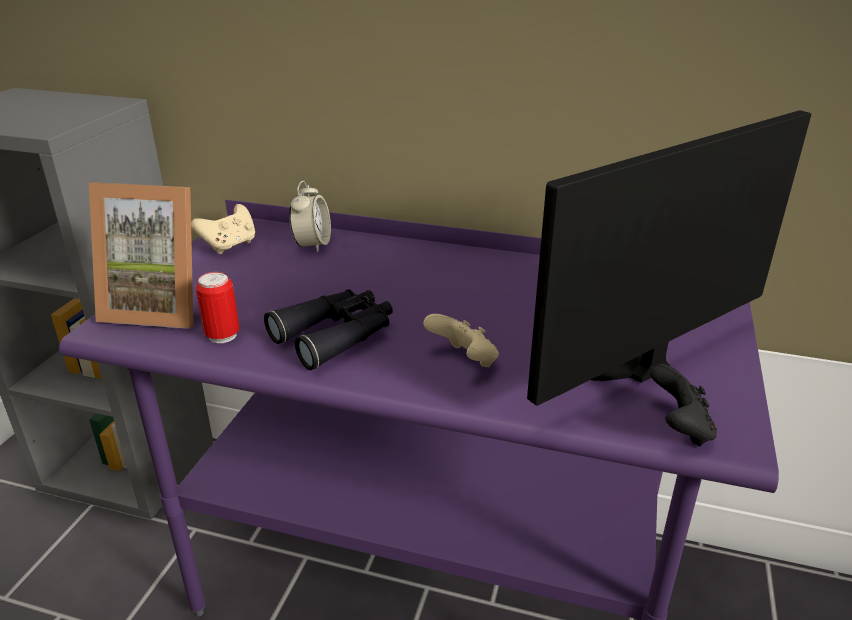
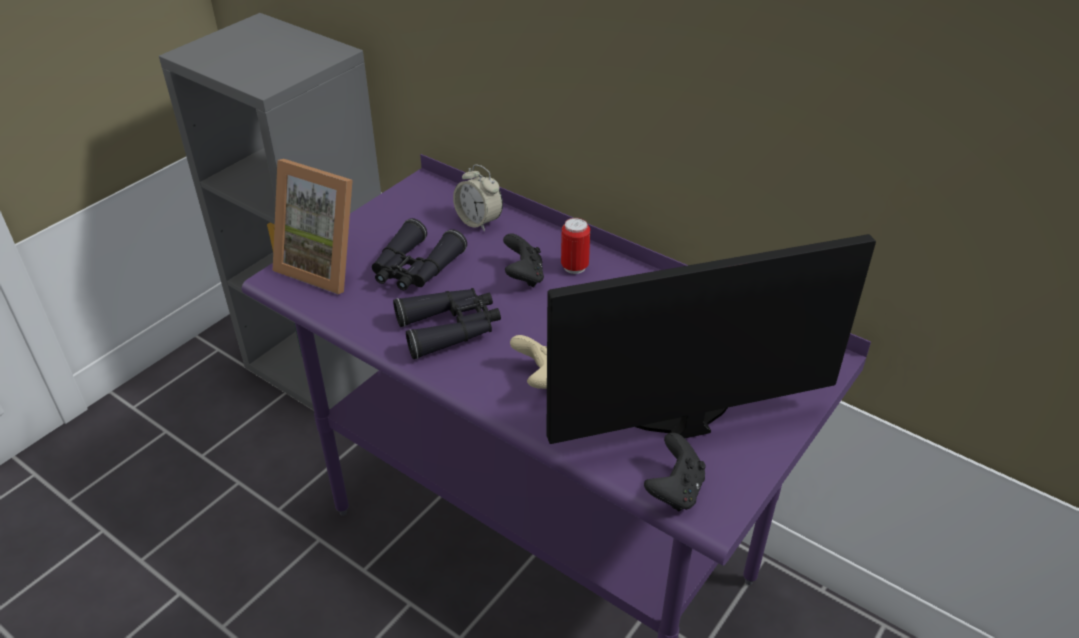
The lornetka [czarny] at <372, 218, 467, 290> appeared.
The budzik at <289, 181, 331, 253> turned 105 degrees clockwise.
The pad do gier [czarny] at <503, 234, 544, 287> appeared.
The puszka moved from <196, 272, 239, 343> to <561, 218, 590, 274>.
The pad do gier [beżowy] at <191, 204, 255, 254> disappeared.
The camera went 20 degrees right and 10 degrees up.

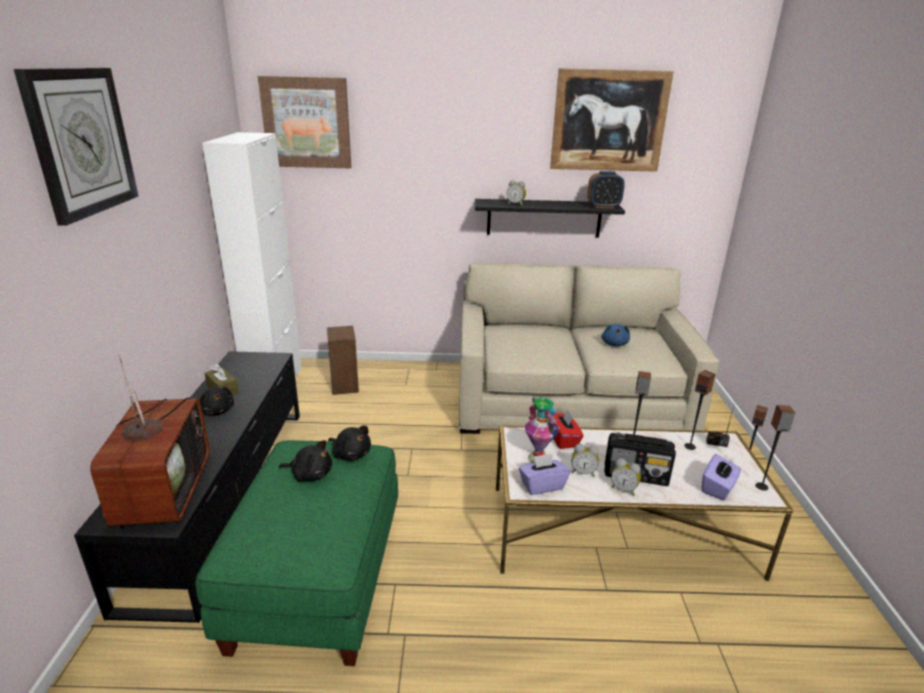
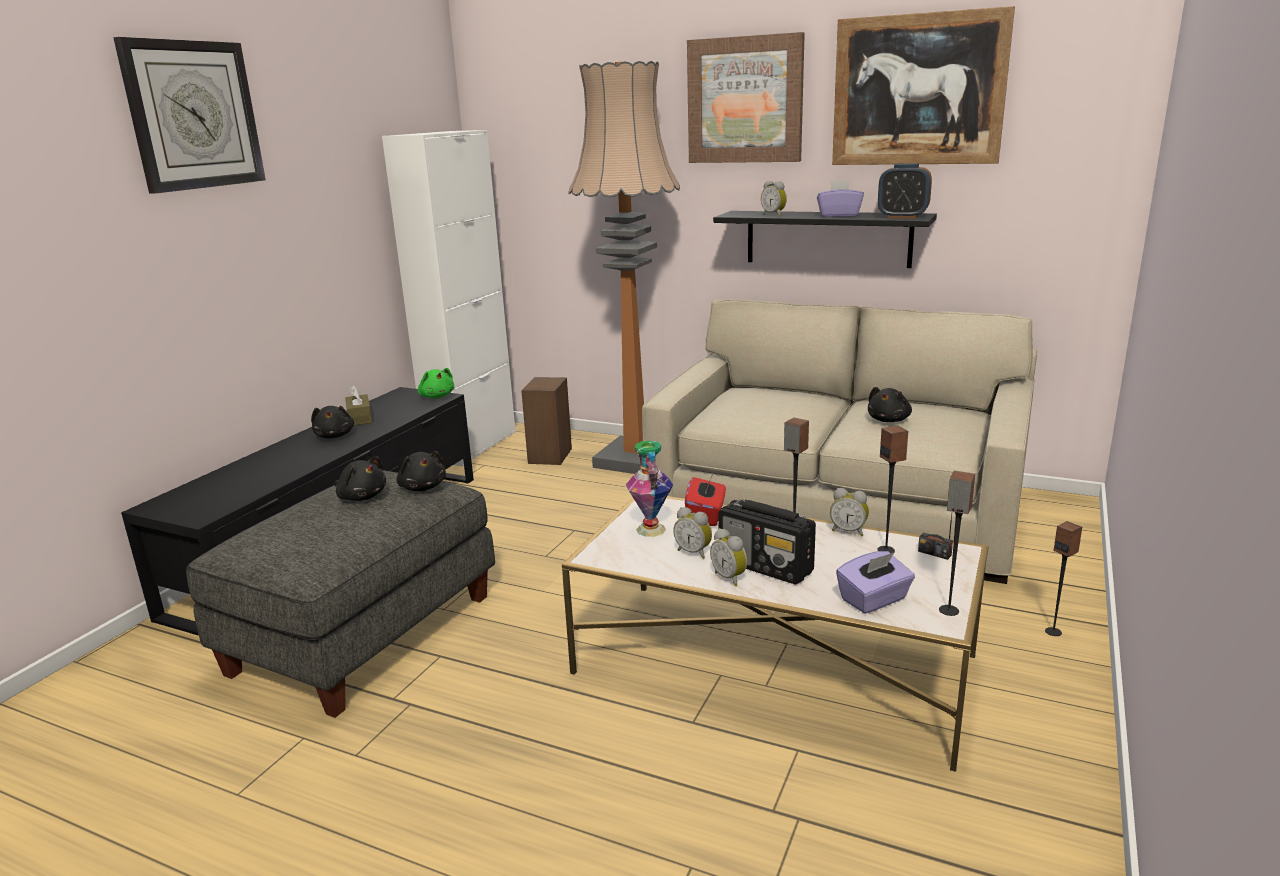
The pufa [zielony] at <196, 440, 398, 666> became the pufa [szary] at <186, 470, 495, 718>.
The pluszak [zielony] at <418, 368, 454, 399> appeared.
The lampa stojąca at <569, 61, 680, 474> appeared.
The obraz moved from <258, 76, 351, 168> to <687, 32, 805, 163>.
The pudełko chusteczek [fioletowy] moved from <519, 453, 570, 495> to <817, 180, 864, 217>.
The budzik at <830, 488, 869, 536> appeared.
The pluszak [niebieski] at <601, 324, 630, 346> became the pluszak [czarny] at <868, 387, 912, 422>.
The telewizor at <90, 353, 210, 529> disappeared.
The camera went 25 degrees right and 5 degrees down.

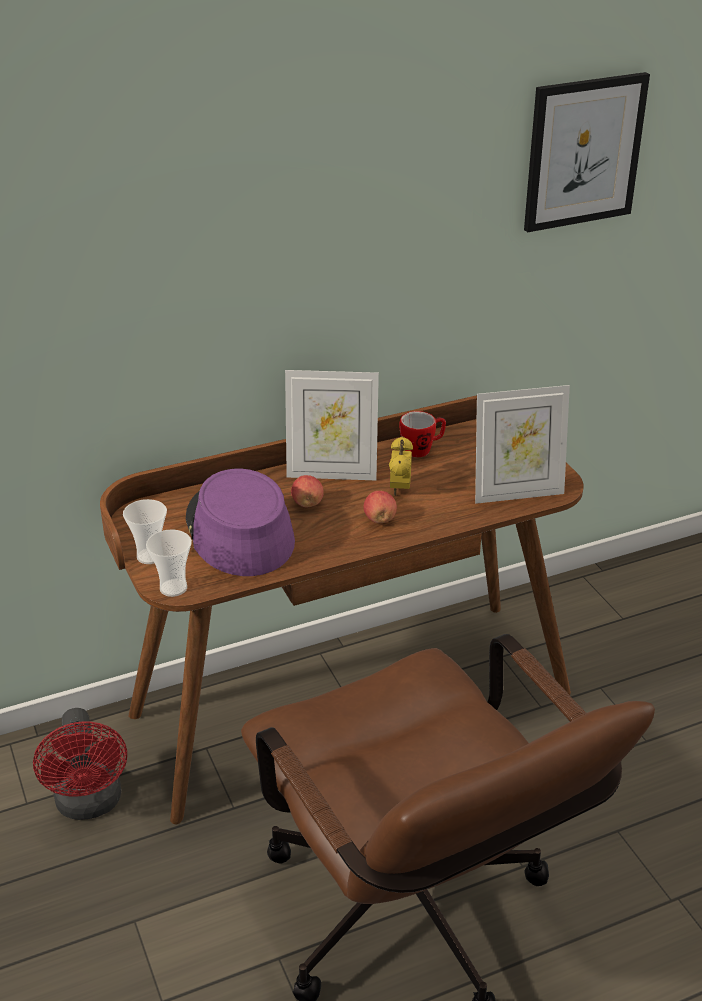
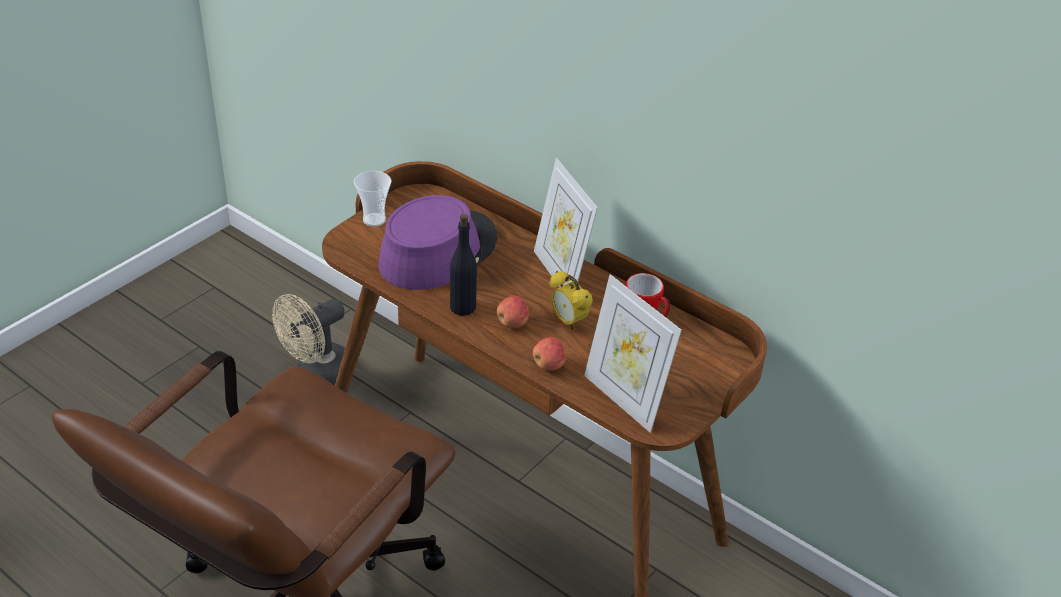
The wentylator [czerwony] at <33, 708, 127, 820> became the wentylator [beżowy] at <272, 294, 345, 385>.
The butelka [czarny] at <450, 214, 477, 316> appeared.
The jabłko moved from <291, 475, 324, 507> to <533, 337, 566, 371>.
The budzik at <389, 436, 413, 496> turned 105 degrees counterclockwise.
The filiżanka at <146, 530, 192, 597> disappeared.
The obraz at <524, 72, 650, 232> disappeared.
The camera went 60 degrees right and 5 degrees up.

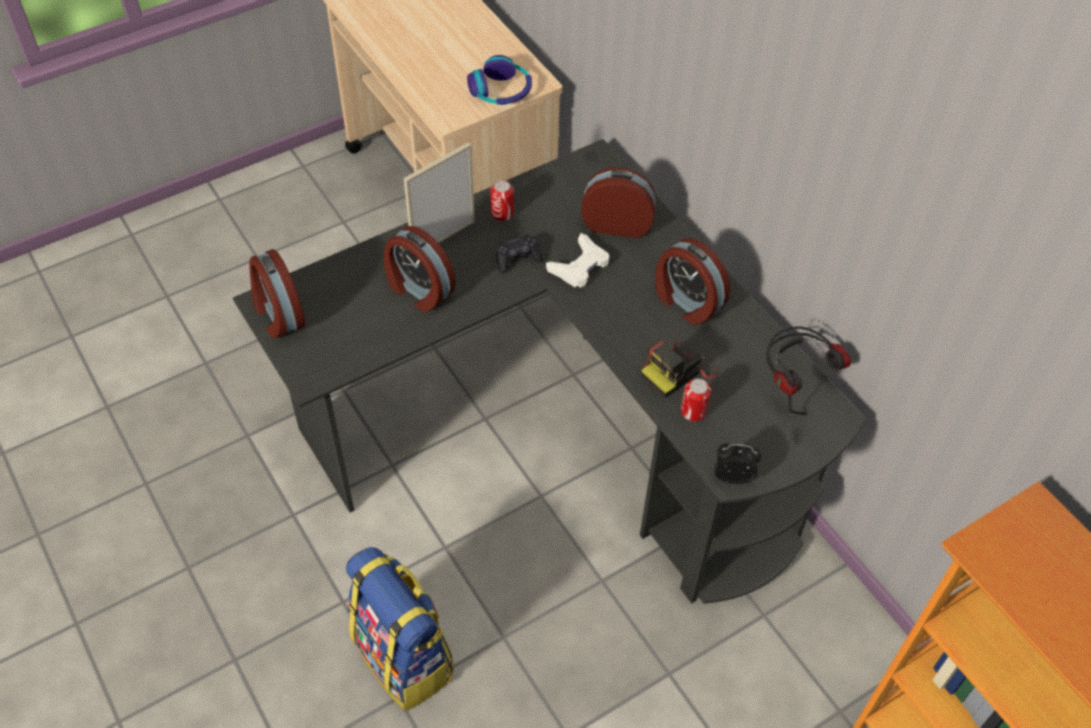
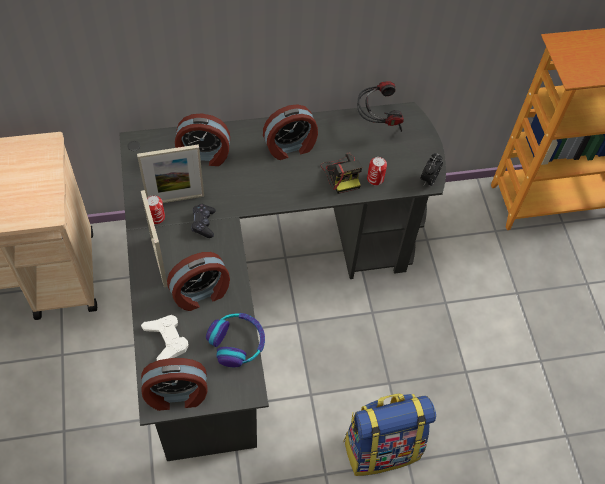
The ramka na zdjęcie at <137, 144, 204, 203> appeared.
The pad do gier [biały] moved from <546, 233, 609, 288> to <141, 315, 188, 361>.
The budzik at <581, 168, 657, 238> turned 120 degrees counterclockwise.
The słuchawki moved from <467, 55, 532, 105> to <206, 313, 265, 367>.
The camera went 70 degrees left and 5 degrees up.

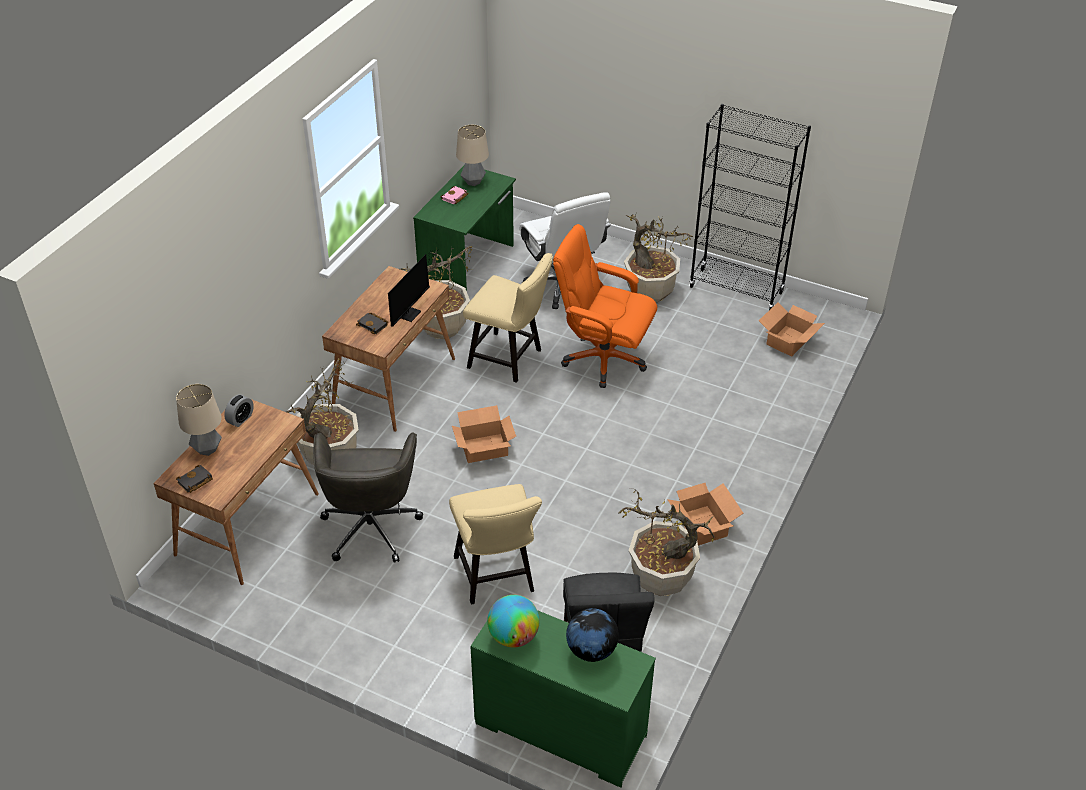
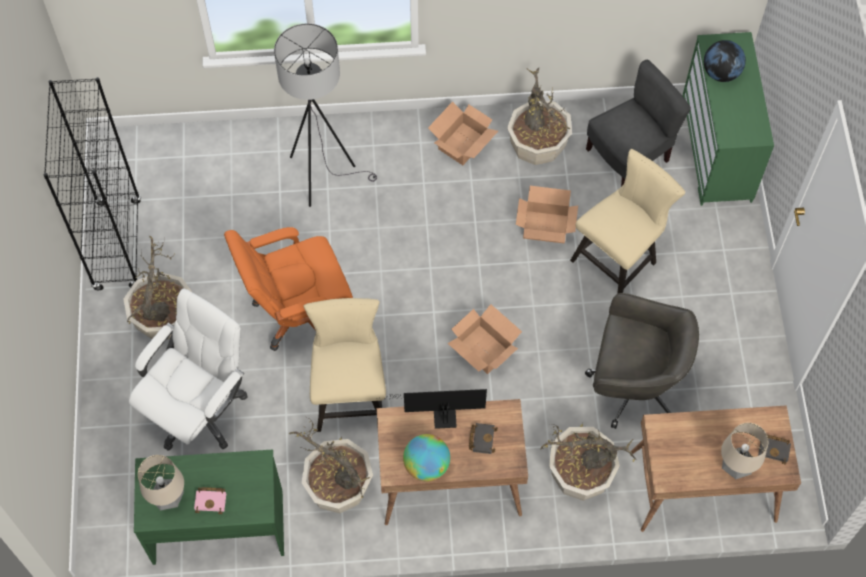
The krzesło biurowe [pomarańczowy] at <553, 224, 657, 388> turned 75 degrees clockwise.
The lampa stojąca [szary] at <274, 23, 377, 207> appeared.
The globus moved from <487, 595, 540, 648> to <403, 434, 450, 481>.
The karton moved from <759, 302, 825, 357> to <516, 186, 578, 243>.
The krzesło biurowe [szary] at <313, 432, 423, 563> turned 45 degrees clockwise.
The budzik at <224, 394, 254, 427> disappeared.
The camera went 120 degrees left and 20 degrees up.

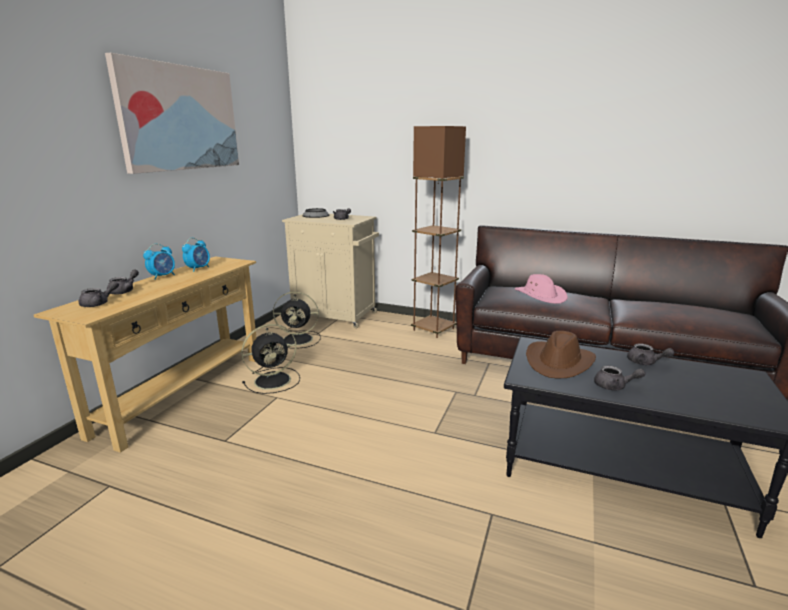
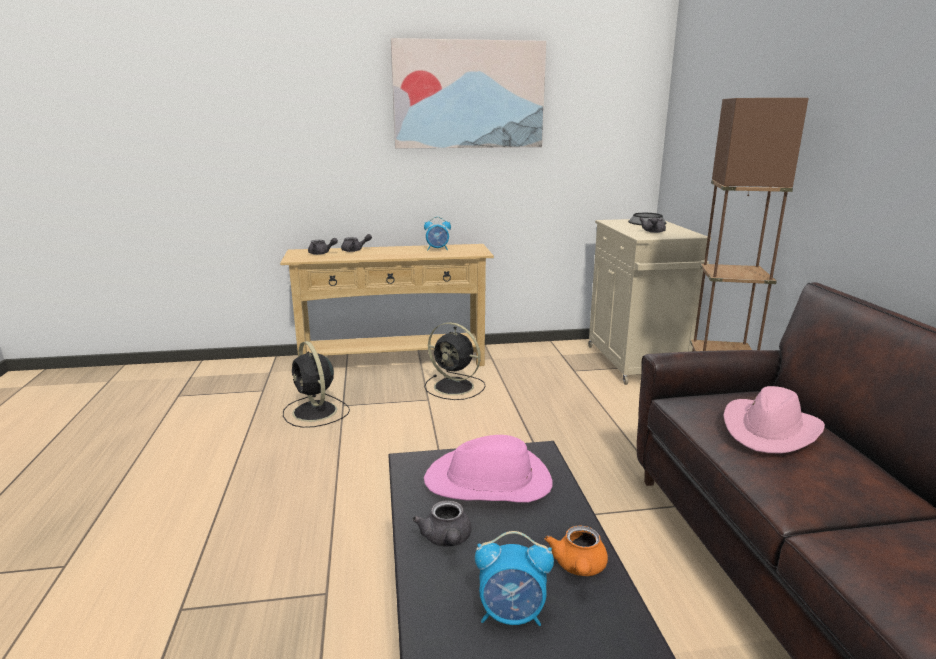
The wentylator [czarny] moved from <273, 292, 321, 348> to <283, 341, 350, 428>.
The kapelusz [brązowy] at <526, 331, 596, 379> became the kapelusz [różowy] at <424, 435, 553, 503>.
The budzik moved from <143, 244, 175, 280> to <475, 531, 554, 626>.
The imbryk [szary] at <627, 343, 674, 365> became the imbryk [pomarańczowy] at <545, 526, 608, 576>.
The camera went 60 degrees right and 0 degrees up.

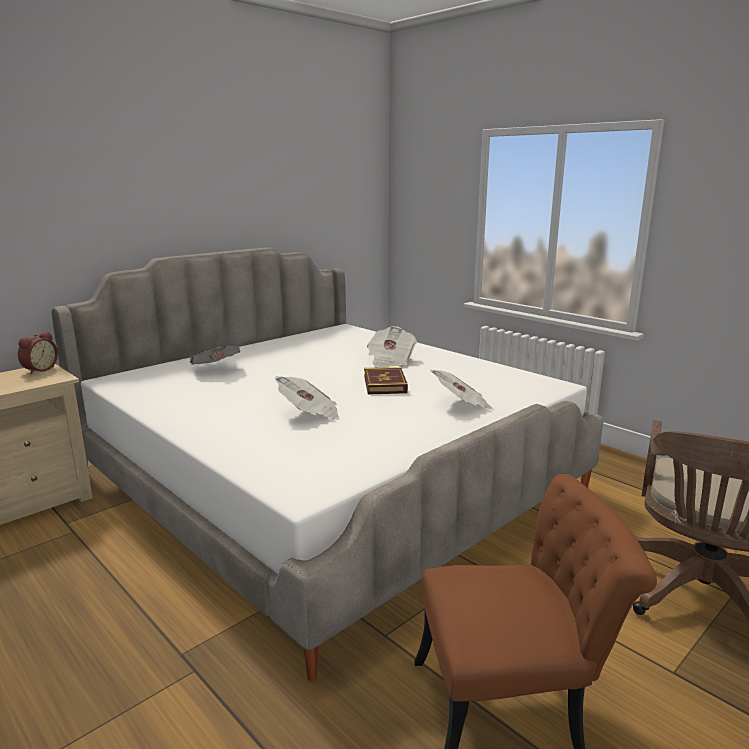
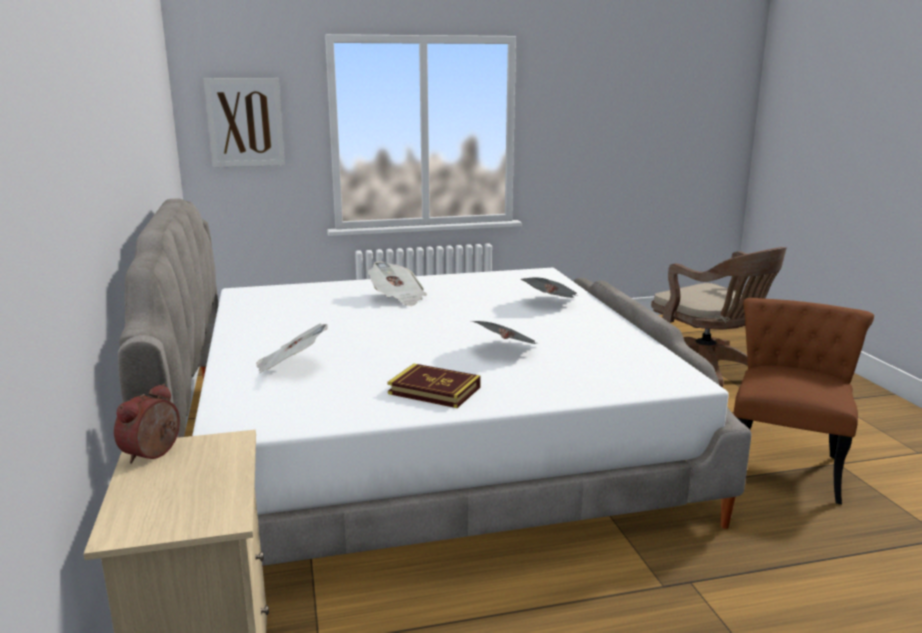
The budzik at <18, 331, 58, 374> turned 120 degrees counterclockwise.
The obraz at <203, 78, 285, 168> appeared.
The książka moved from <364, 367, 408, 394> to <388, 364, 481, 408>.
The camera went 60 degrees left and 0 degrees up.

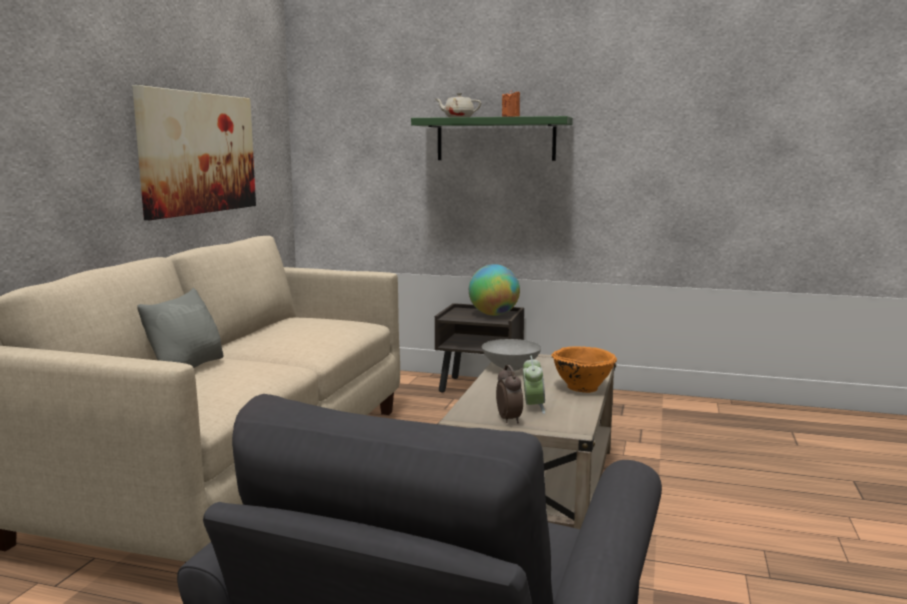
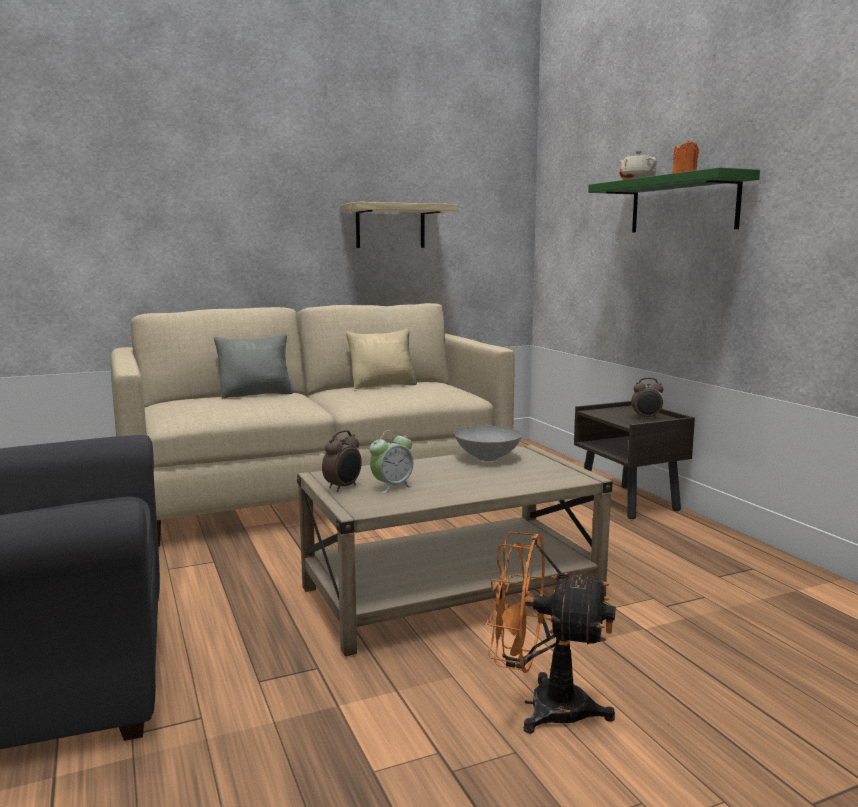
The obraz at <132, 85, 256, 220> was replaced by the półka at <340, 202, 459, 248>.
The poduszka [beżowy] at <346, 328, 417, 389> appeared.
The wentylator [pomarańczowy] at <487, 532, 616, 734> appeared.
The globus at <469, 264, 520, 316> was replaced by the budzik at <631, 378, 663, 419>.
The miska [pomarańczowy] at <552, 346, 617, 393> disappeared.
The camera went 50 degrees right and 0 degrees up.

